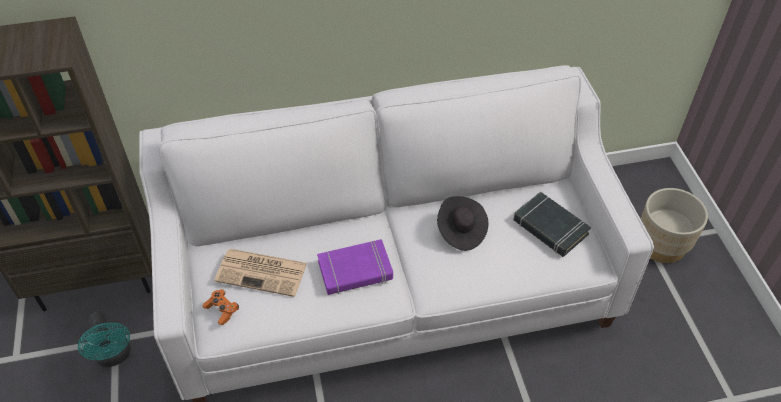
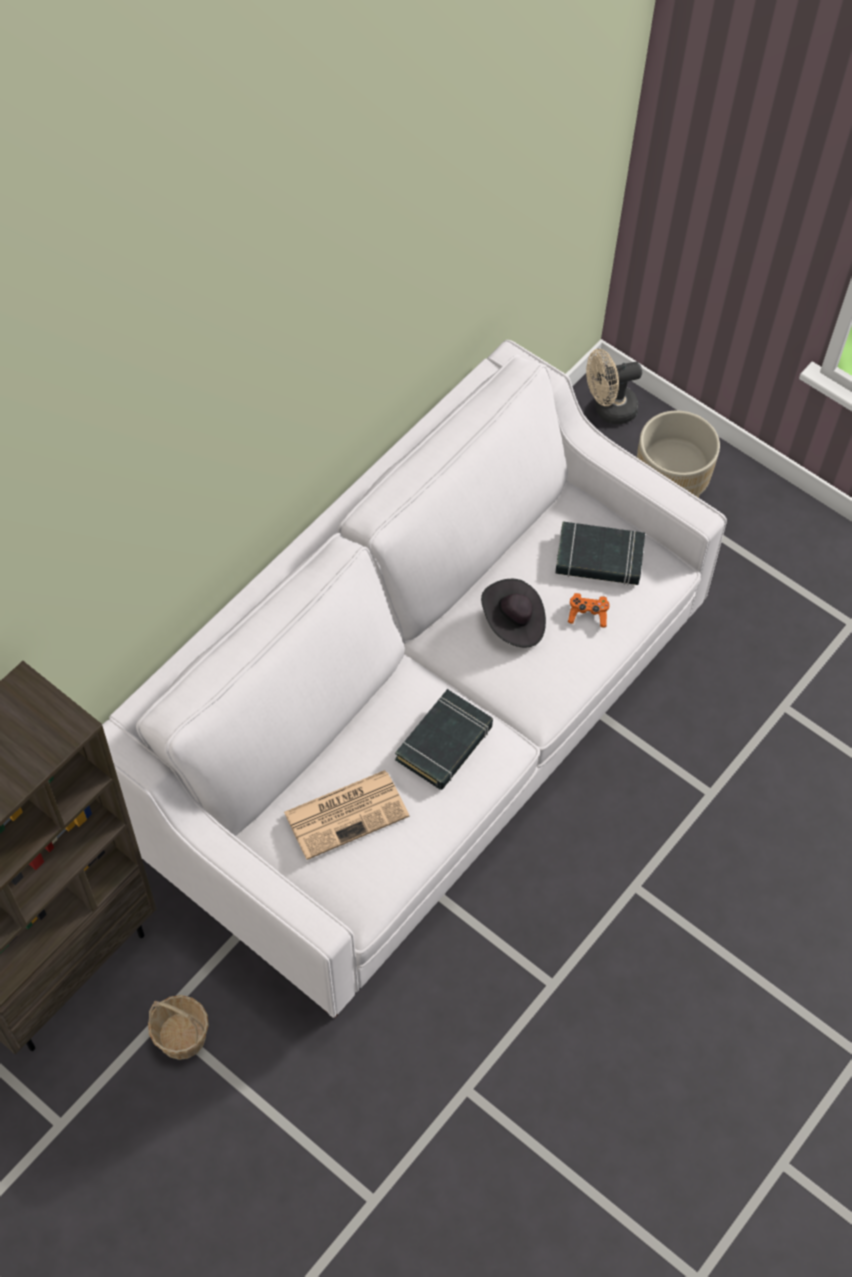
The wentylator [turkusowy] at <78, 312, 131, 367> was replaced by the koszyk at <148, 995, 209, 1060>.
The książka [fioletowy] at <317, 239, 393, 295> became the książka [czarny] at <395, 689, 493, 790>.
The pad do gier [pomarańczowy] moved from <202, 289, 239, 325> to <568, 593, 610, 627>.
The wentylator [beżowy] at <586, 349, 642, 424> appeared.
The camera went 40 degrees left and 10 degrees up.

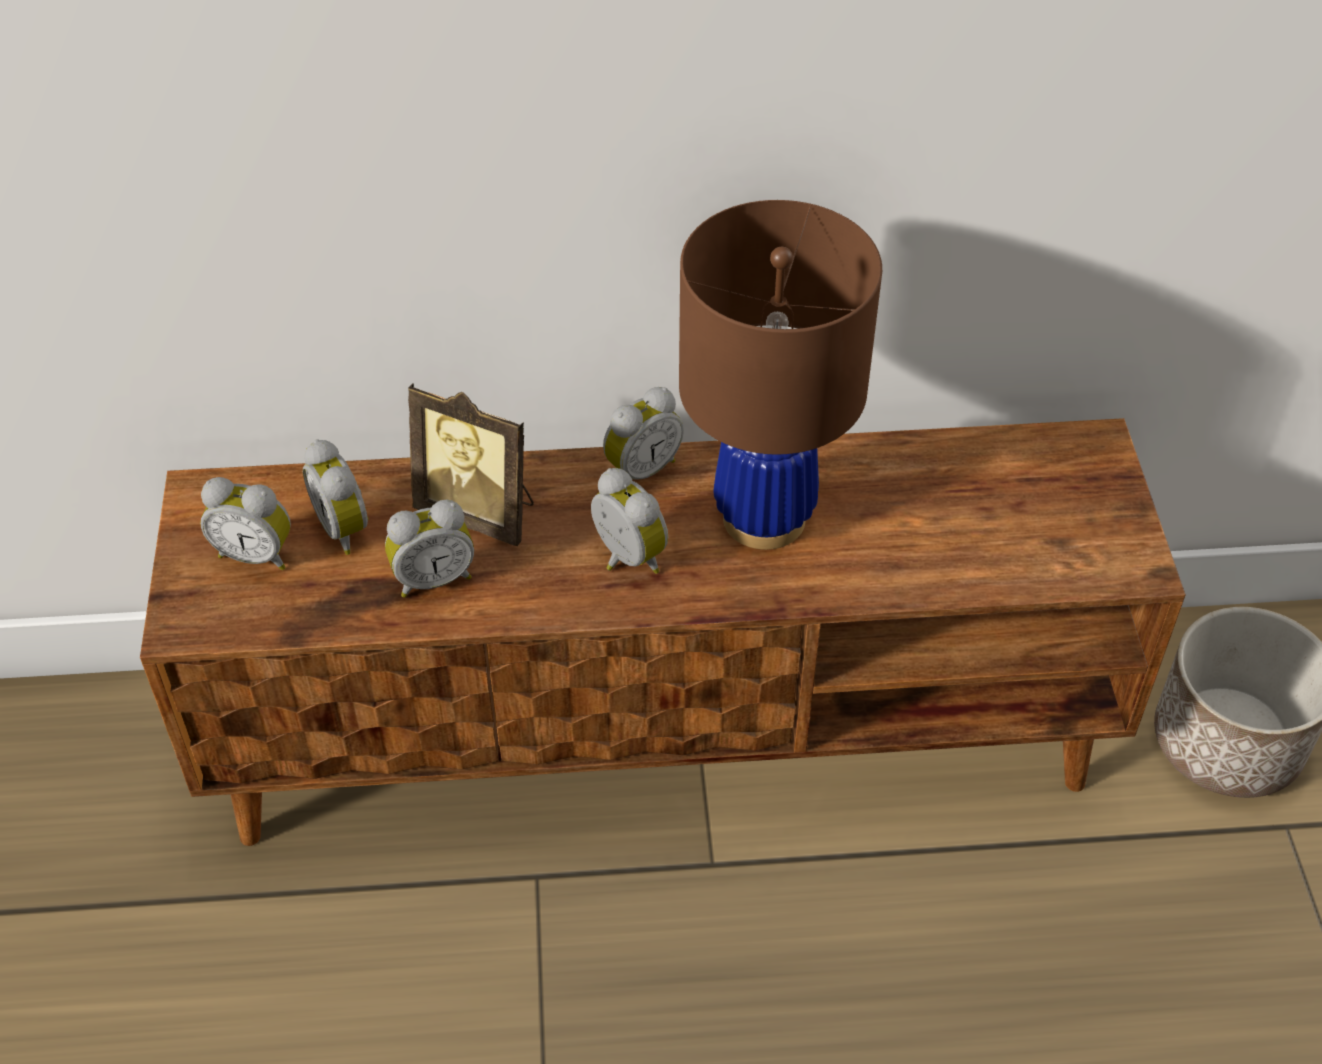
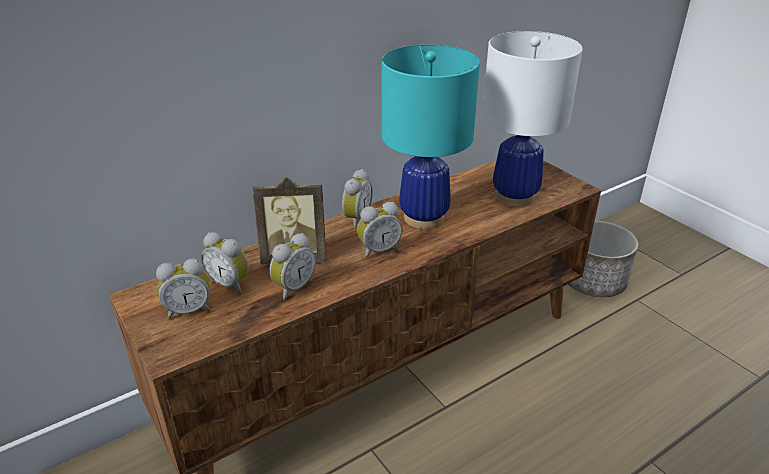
The budzik at <591, 468, 668, 574> turned 135 degrees clockwise.
The lampa stołowa [brązowy] at <679, 200, 882, 550> became the lampa stołowa [turkusowy] at <382, 45, 480, 229>.
The lampa stołowa [biały] at <482, 31, 583, 207> appeared.
The camera went 30 degrees left and 15 degrees down.

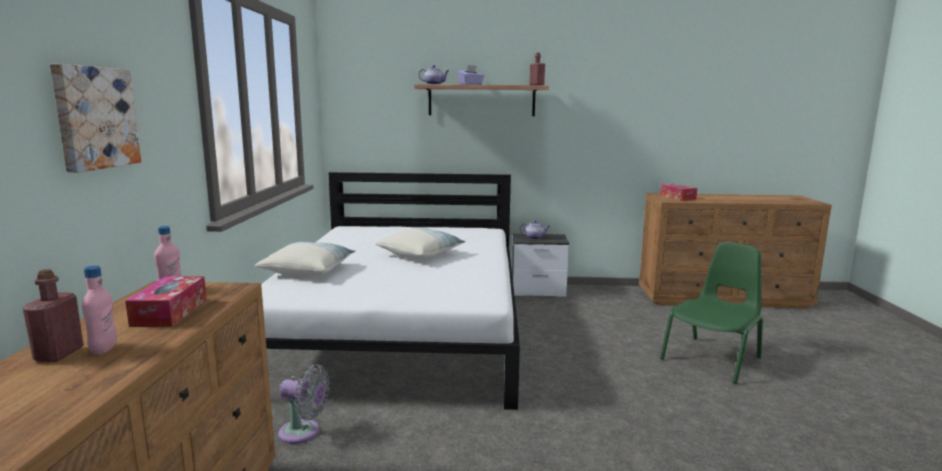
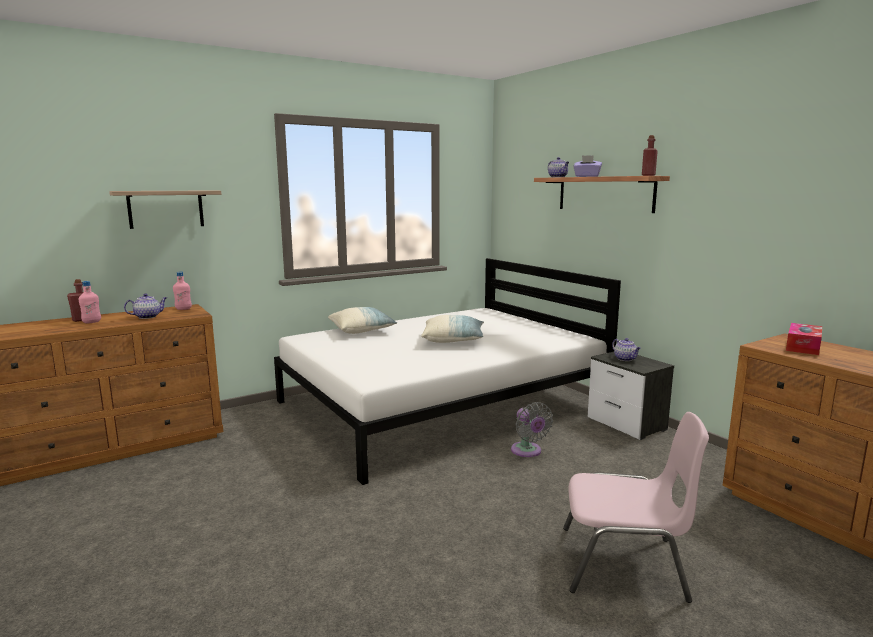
The obraz at <50, 64, 141, 173> was replaced by the półka at <109, 190, 221, 229>.
The pudełko chusteczek at <125, 276, 207, 327> was replaced by the imbryk at <124, 293, 167, 319>.
The wentylator [szary] moved from <278, 364, 330, 444> to <511, 402, 553, 457>.
The krzesło [zielony] at <660, 242, 763, 384> became the krzesło [różowy] at <563, 412, 709, 603>.
The camera went 55 degrees right and 0 degrees up.

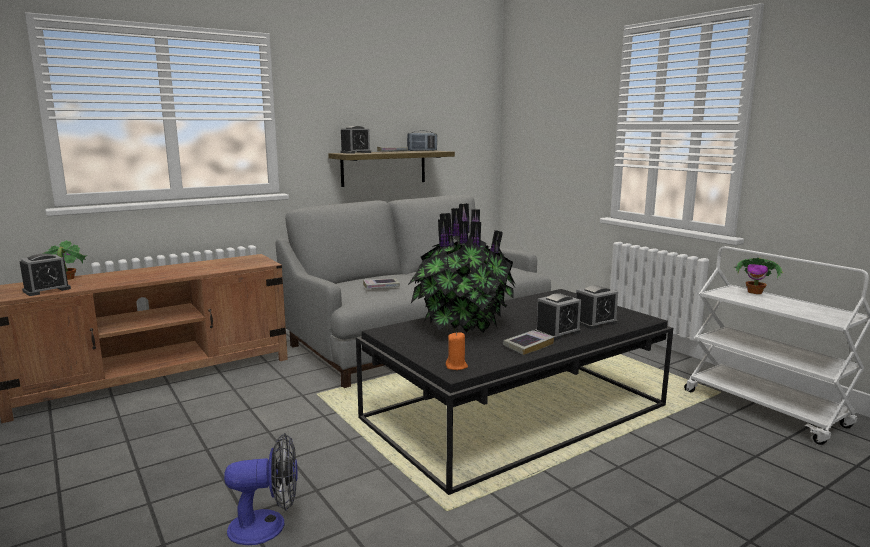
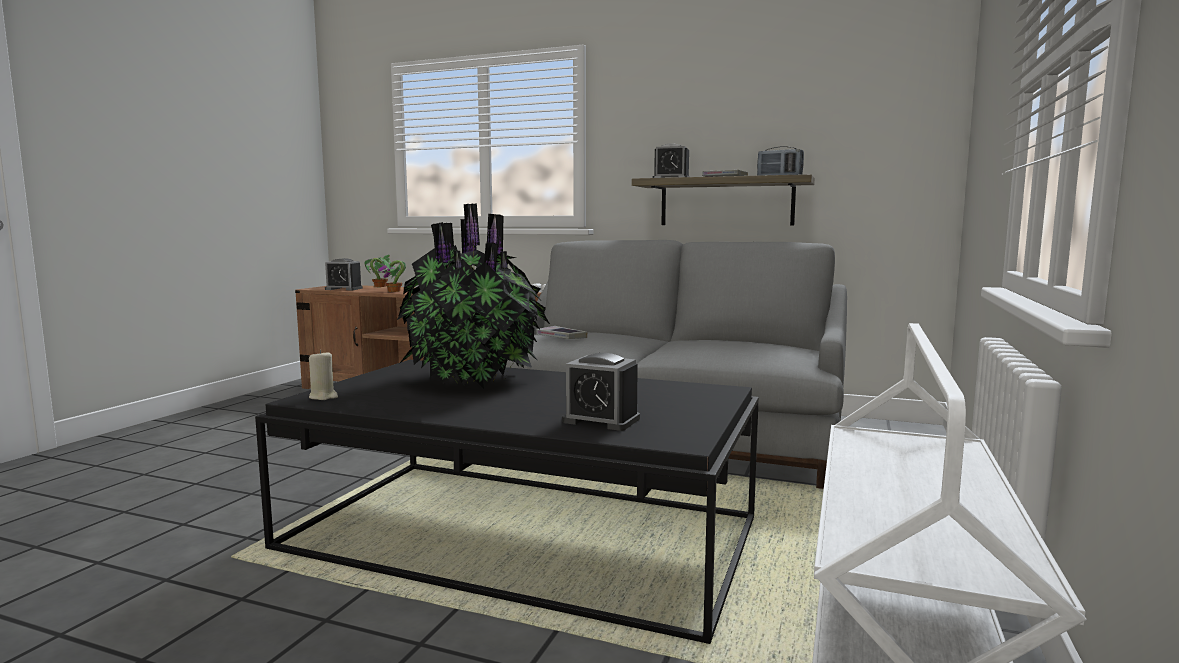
The świeca [pomarańczowy] at <446, 332, 468, 370> became the świeca [beżowy] at <309, 350, 338, 400>.
The roślina doniczkowa moved from <733, 258, 783, 294> to <378, 257, 406, 292>.
The wentylator at <224, 433, 298, 545> disappeared.
The książka at <503, 330, 554, 355> disappeared.
The budzik at <535, 293, 581, 340> disappeared.
The camera went 55 degrees right and 5 degrees down.

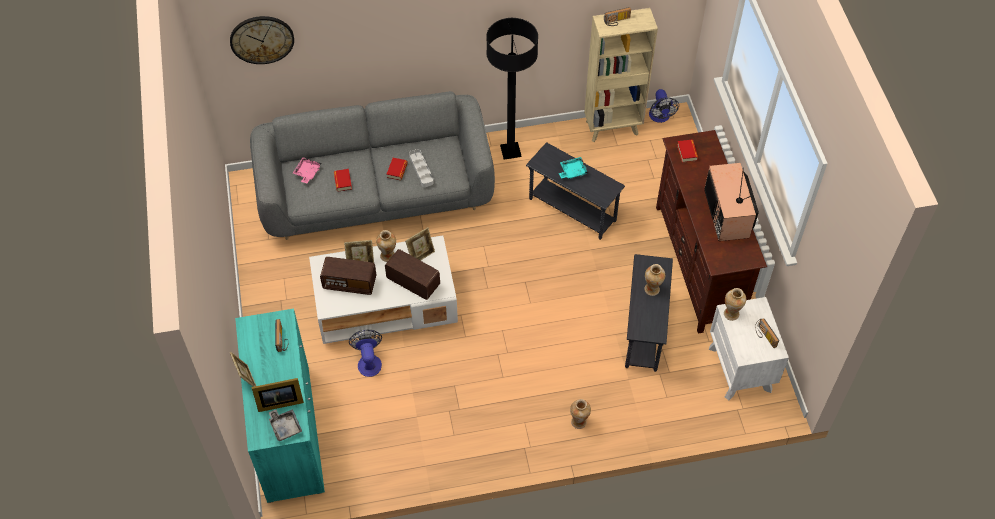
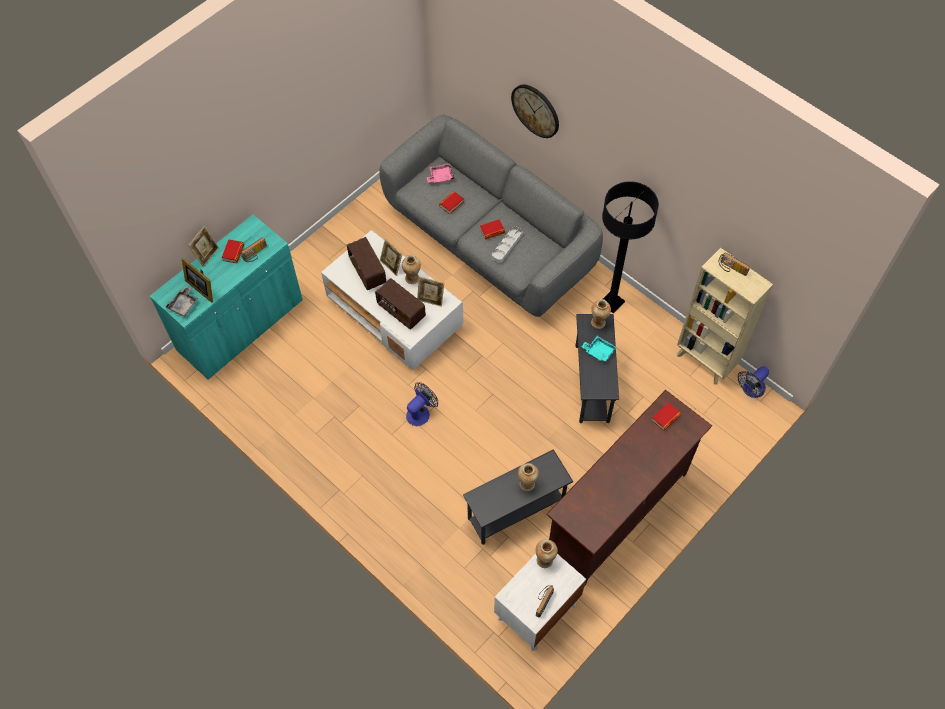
The książka at <221, 239, 244, 263> appeared.
The radio at <385, 249, 440, 300> turned 135 degrees clockwise.
The wentylator moved from <349, 330, 382, 377> to <406, 382, 438, 426>.
The zegar ścienny moved from <230, 16, 294, 64> to <511, 84, 559, 138>.
The wazon moved from <570, 399, 591, 429> to <591, 299, 611, 329>.
The telewizor at <704, 163, 759, 241> disappeared.
The camera went 55 degrees right and 5 degrees up.

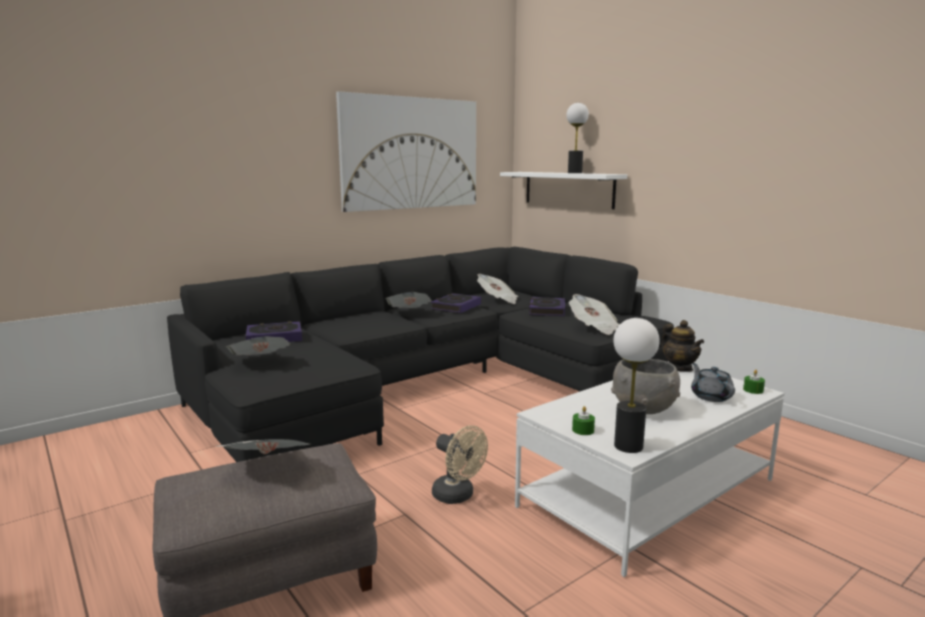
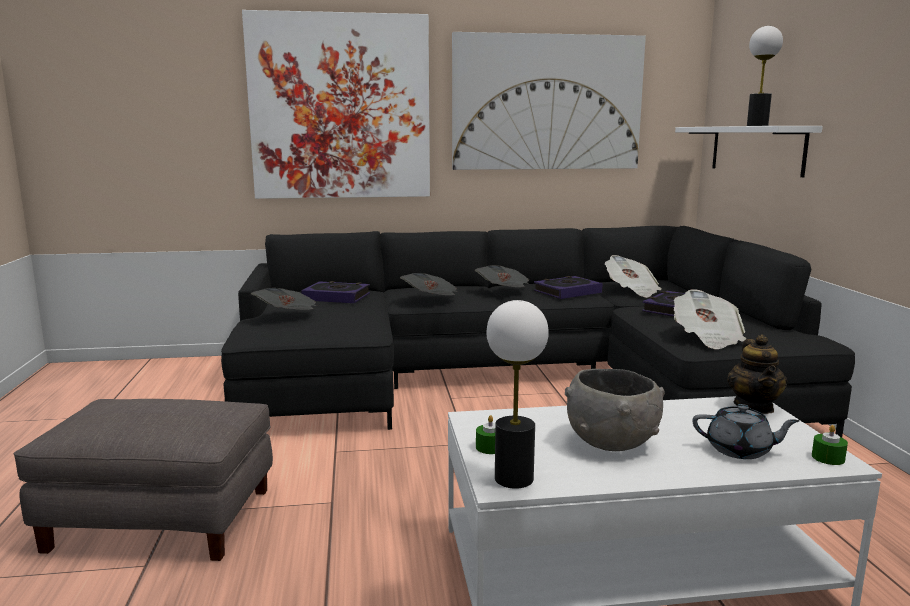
The obraz at <242, 10, 430, 199> appeared.
The gazeta moved from <217, 439, 311, 454> to <400, 273, 458, 295>.
The imbryk [szary] at <691, 363, 735, 402> turned 90 degrees clockwise.
The wentylator [beżowy] at <432, 425, 488, 504> disappeared.
The camera went 30 degrees right and 0 degrees up.

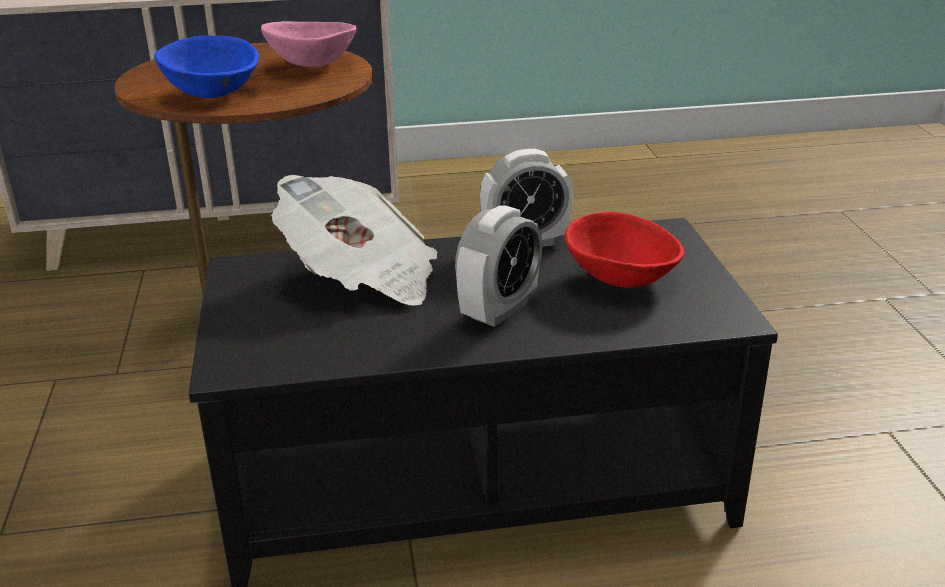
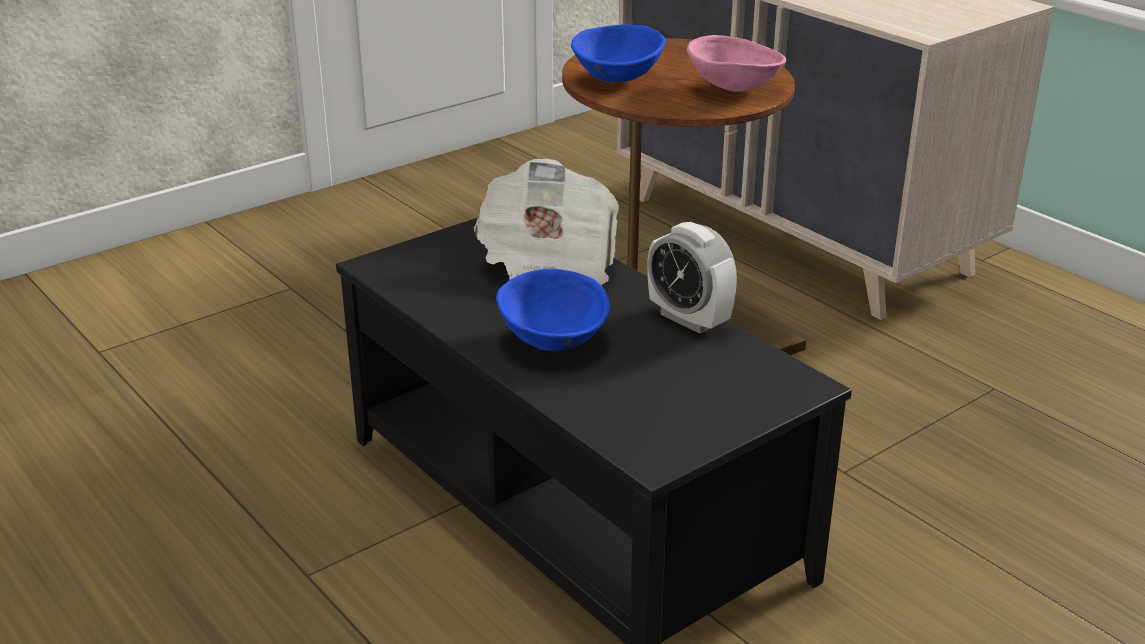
The budzik at <455, 205, 543, 327> was replaced by the miska [niebieski] at <496, 269, 610, 351>.
The miska [czerwony] at <565, 211, 684, 288> disappeared.
The camera went 60 degrees right and 0 degrees up.

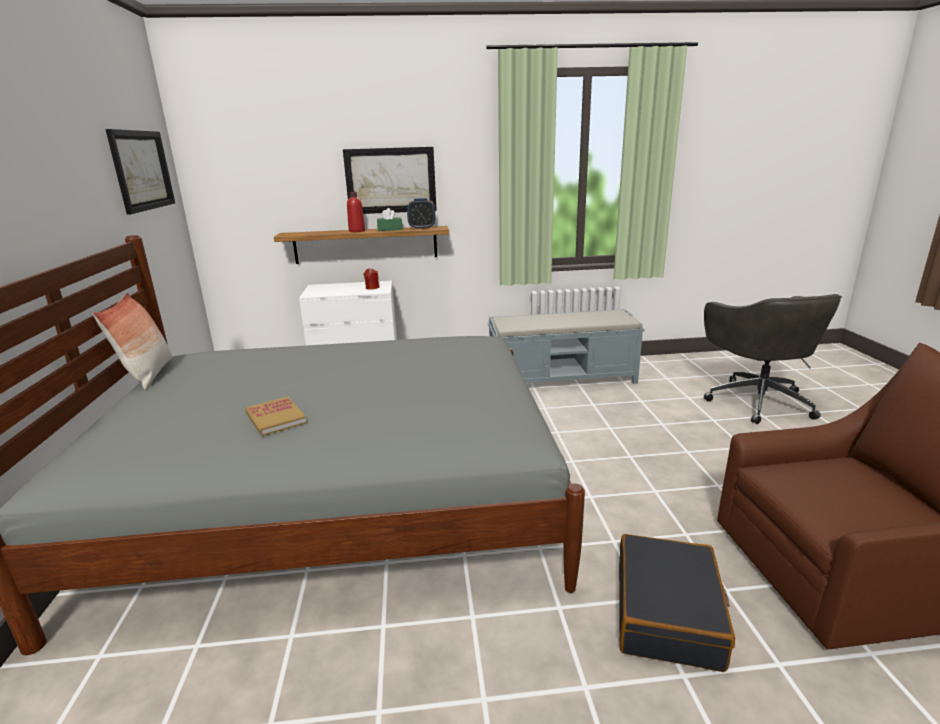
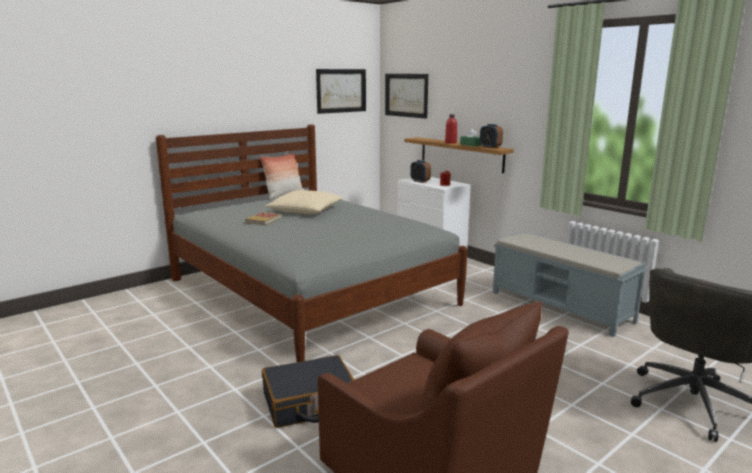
The poduszka [beżowy] at <265, 190, 343, 214> appeared.
The obraz moved from <343, 147, 437, 214> to <385, 74, 428, 119>.
The budzik at <410, 160, 431, 183> appeared.
The camera went 55 degrees right and 5 degrees down.

